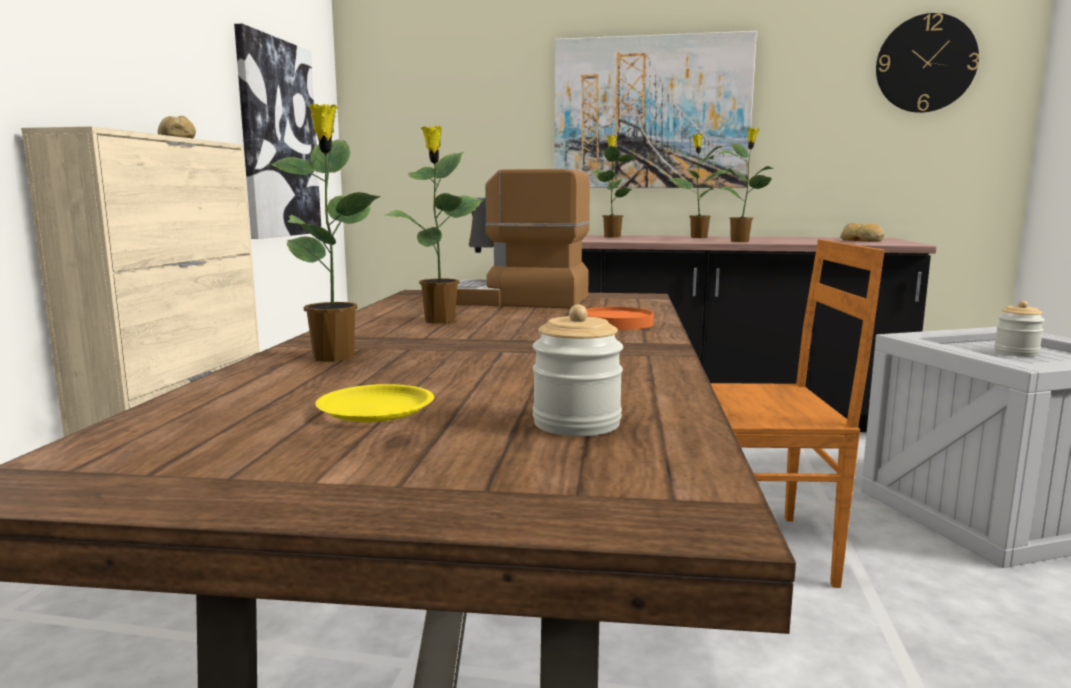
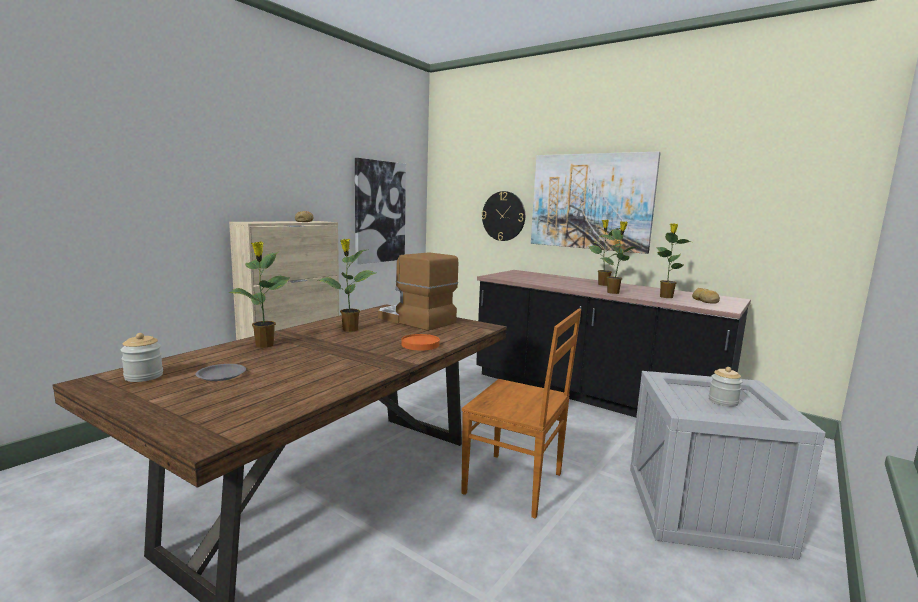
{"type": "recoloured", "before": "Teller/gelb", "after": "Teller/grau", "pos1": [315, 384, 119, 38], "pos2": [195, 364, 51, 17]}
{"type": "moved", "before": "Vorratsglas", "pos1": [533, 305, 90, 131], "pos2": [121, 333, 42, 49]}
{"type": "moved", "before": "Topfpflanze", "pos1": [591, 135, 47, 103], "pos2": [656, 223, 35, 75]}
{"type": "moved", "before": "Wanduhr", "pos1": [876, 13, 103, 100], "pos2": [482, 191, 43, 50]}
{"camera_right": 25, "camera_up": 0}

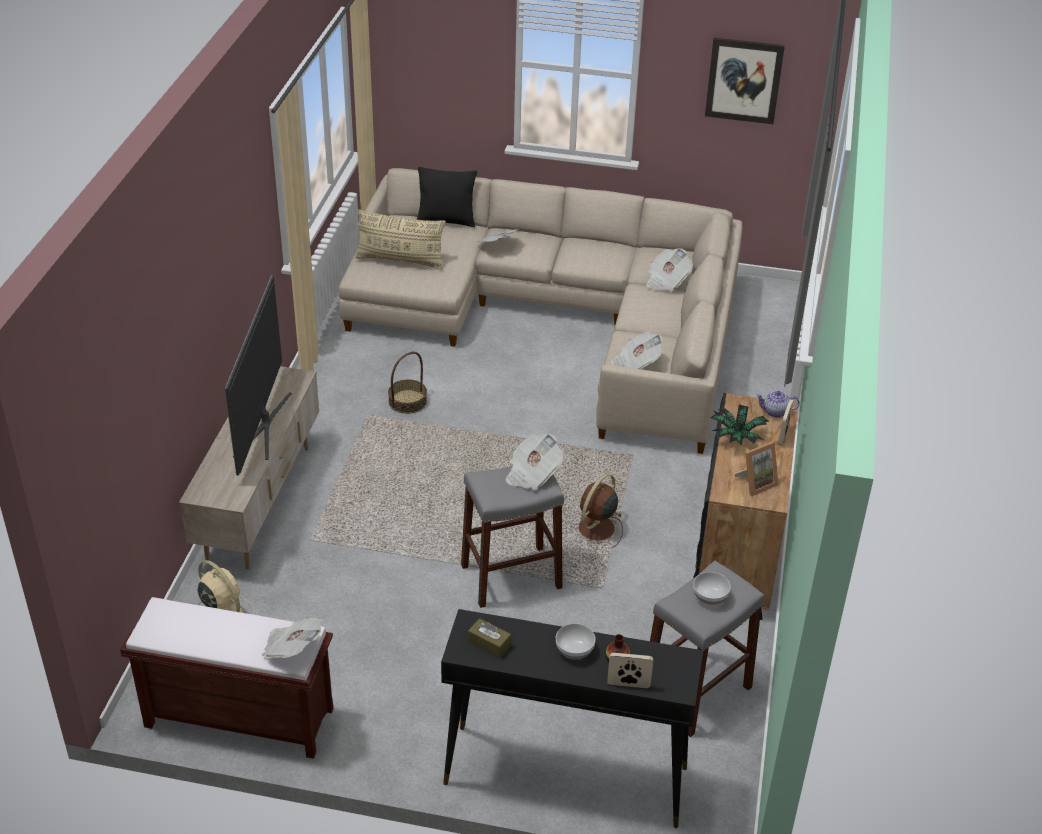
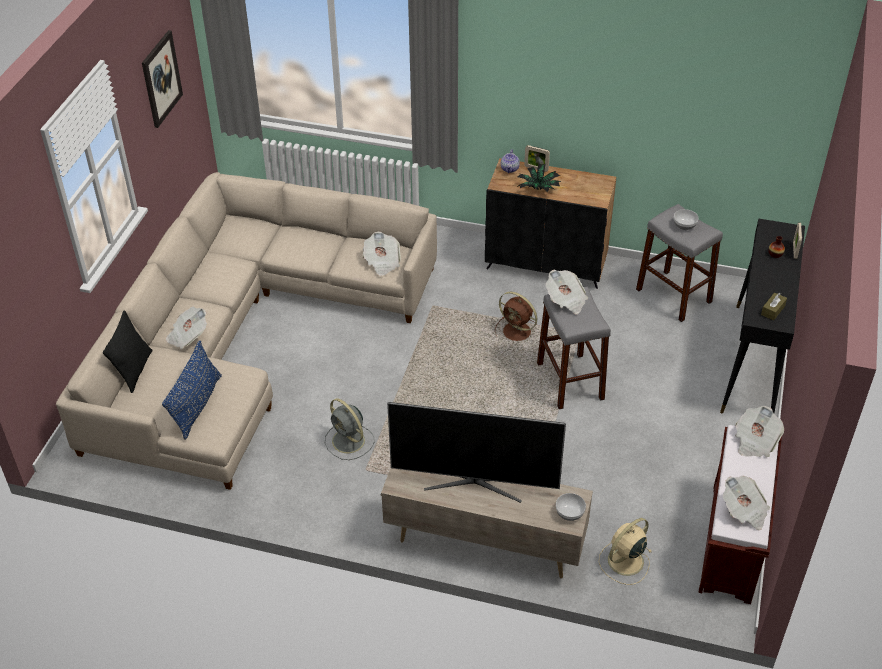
{"type": "recoloured", "before": "Kissen/beige", "after": "Kissen/blau", "pos1": [355, 210, 91, 60], "pos2": [162, 340, 60, 100]}
{"type": "replaced", "before": "Korb", "after": "Ventilator/grau", "pos1": [388, 352, 39, 62], "pos2": [325, 398, 49, 62]}
{"type": "moved", "before": "Schüssel", "pos1": [556, 624, 40, 36], "pos2": [556, 493, 30, 28]}
{"type": "moved", "before": "Zeitung", "pos1": [646, 248, 47, 44], "pos2": [723, 476, 47, 54]}
{"type": "removed", "before": "Bilderrahmen", "pos1": [735, 441, 44, 55]}
{"camera_right": -85, "camera_up": 5}

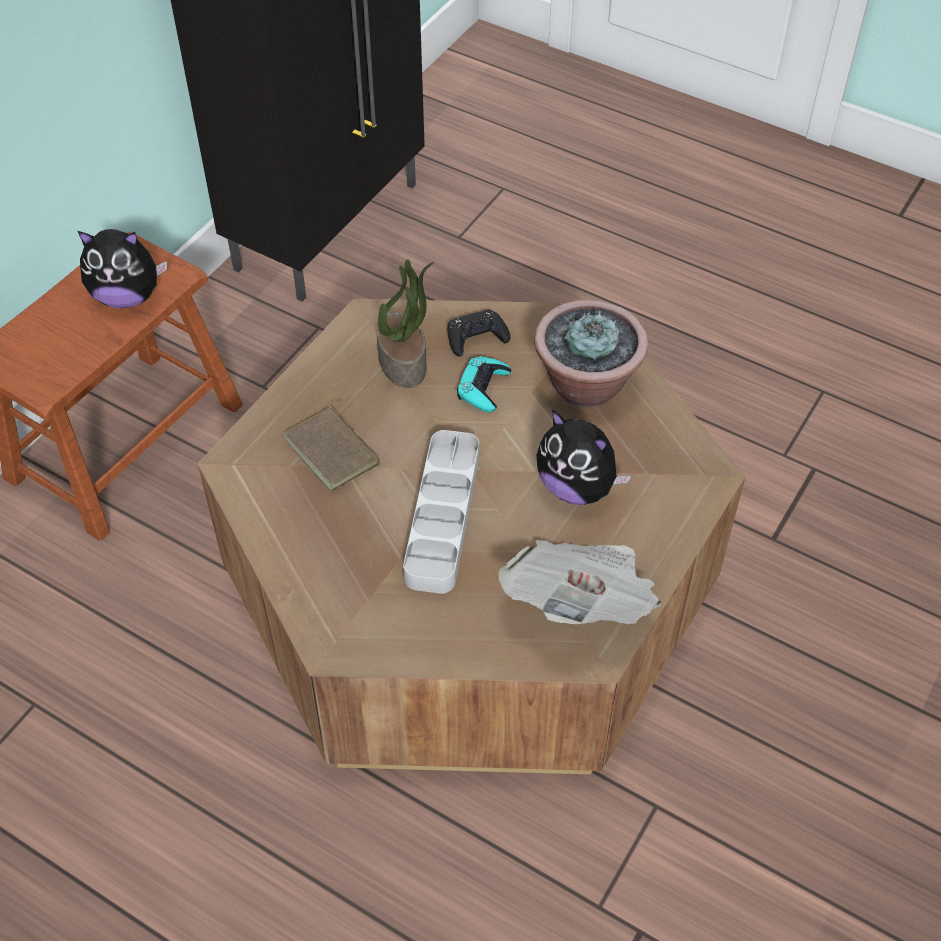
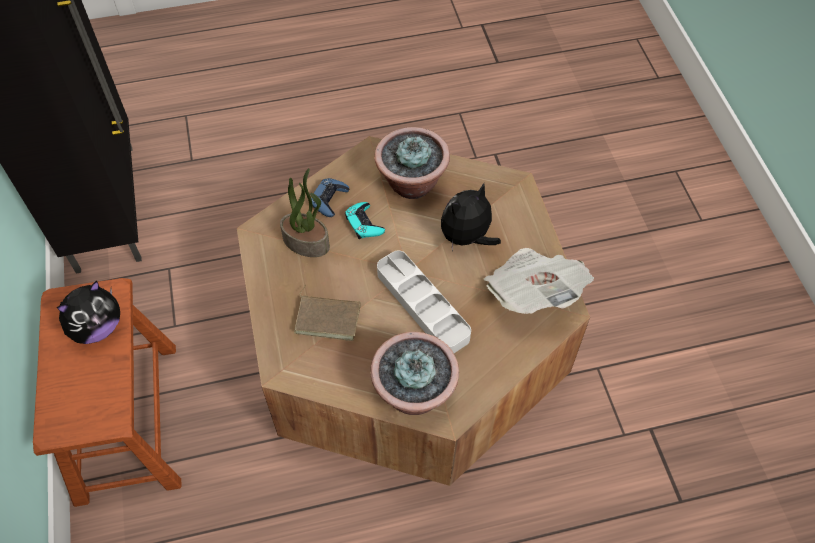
{"type": "recoloured", "before": "Gamepad/schwarz", "after": "Gamepad/blau", "pos1": [447, 310, 64, 47], "pos2": [311, 178, 38, 39]}
{"type": "turned", "before": "Plüschtier", "pos1": [536, 410, 95, 95], "pos2": [441, 183, 60, 68], "turn": 150}
{"type": "added", "after": "Topfpflanze", "pos2": [370, 332, 89, 83]}
{"camera_right": -45, "camera_up": 5}

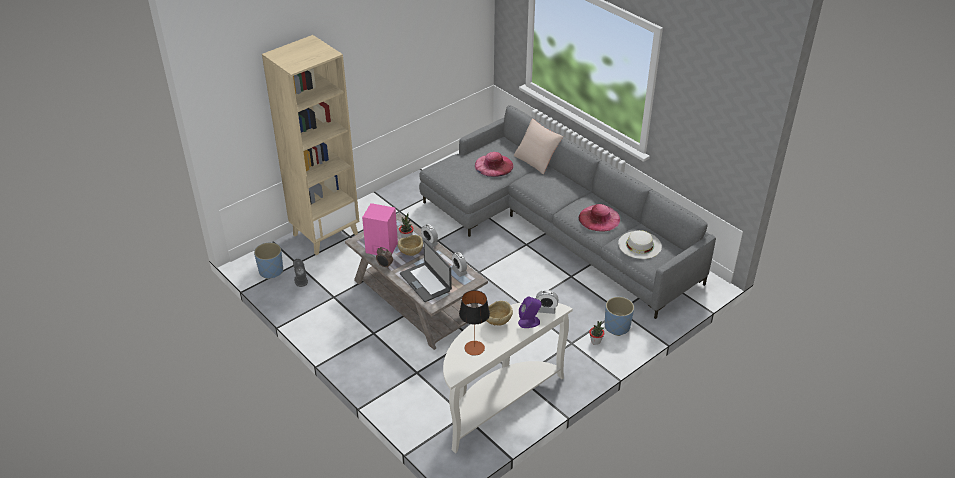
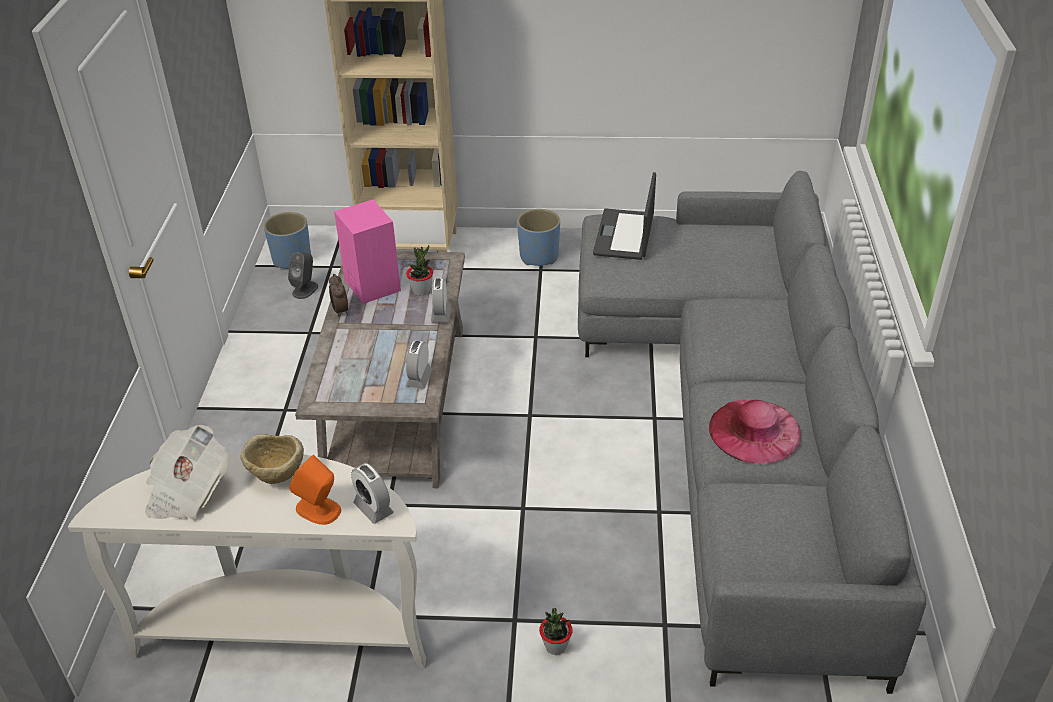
{"type": "removed", "before": "Schüssel/beige", "pos1": [398, 235, 25, 21]}
{"type": "moved", "before": "Laptop", "pos1": [400, 240, 52, 62], "pos2": [593, 172, 63, 88]}
{"type": "replaced", "before": "Tischlampe", "after": "Zeitung", "pos1": [459, 290, 31, 66], "pos2": [145, 425, 83, 94]}
{"type": "removed", "before": "Hut/rosa", "pos1": [475, 152, 39, 25]}
{"type": "removed", "before": "Kissen/beige", "pos1": [514, 119, 49, 55]}
{"type": "recoloured", "before": "Lautsprecher/lila", "after": "Lautsprecher/orange", "pos1": [518, 297, 24, 31], "pos2": [289, 455, 52, 70]}
{"type": "moved", "before": "Pflanzkübel/blau", "pos1": [605, 297, 29, 39], "pos2": [517, 209, 43, 57]}
{"type": "removed", "before": "Hut/weiß", "pos1": [618, 230, 44, 29]}
{"camera_right": 45, "camera_up": 0}

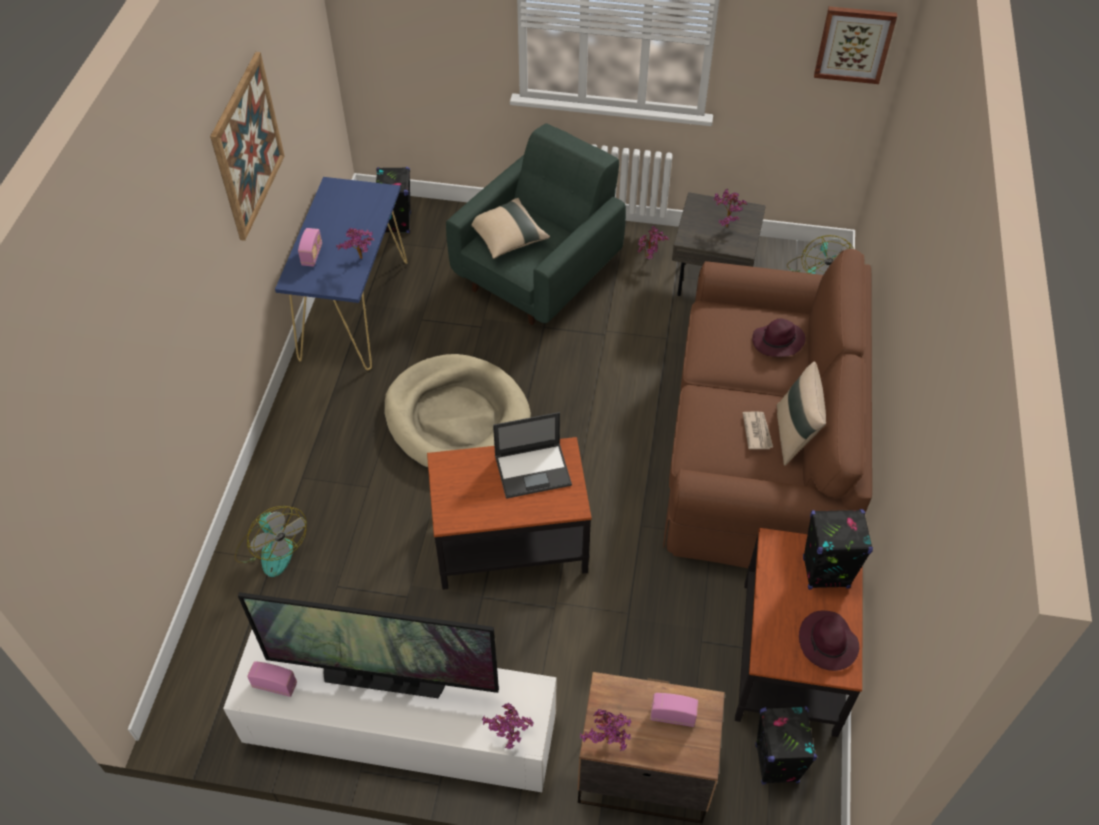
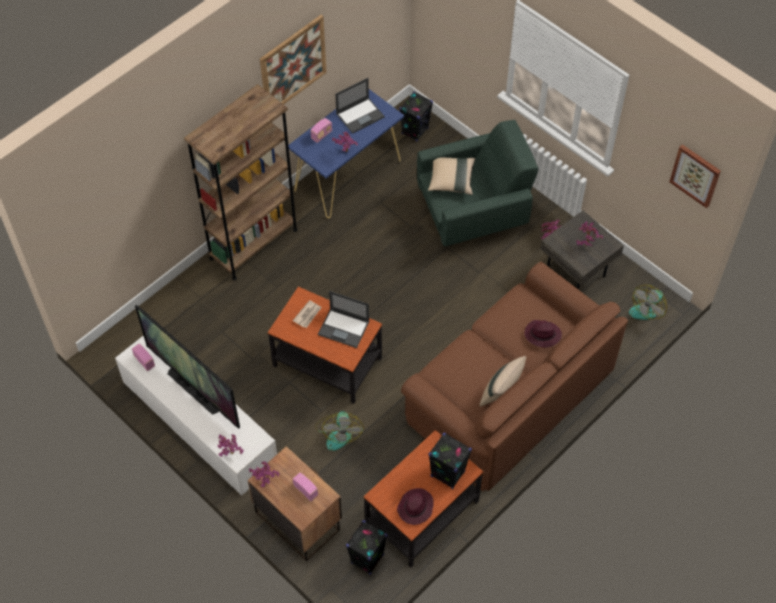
{"type": "moved", "before": "Ventilator", "pos1": [234, 506, 72, 71], "pos2": [315, 411, 49, 40]}
{"type": "removed", "before": "Hundebett/beige", "pos1": [384, 354, 147, 114]}
{"type": "moved", "before": "Zeitung", "pos1": [743, 412, 30, 37], "pos2": [293, 300, 29, 28]}
{"type": "added", "after": "Bücherregal/braun", "pos2": [184, 84, 114, 196]}
{"type": "added", "after": "Laptop", "pos2": [335, 78, 50, 56]}
{"camera_right": 35, "camera_up": 5}

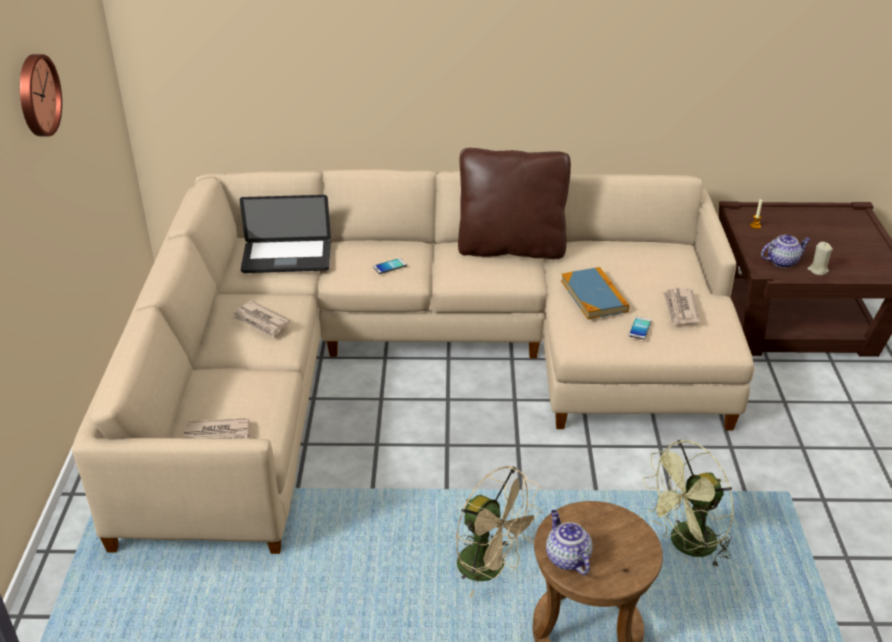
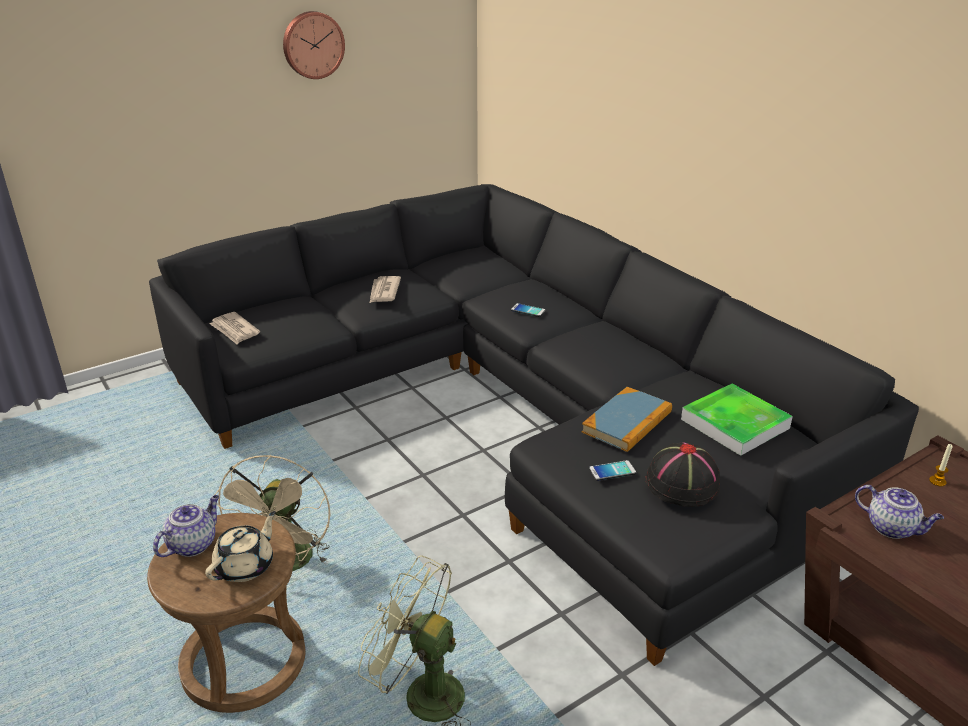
{"type": "recoloured", "before": "Sofa/beige", "after": "Sofa/schwarz", "pos1": [72, 169, 682, 385], "pos2": [149, 184, 770, 482]}
{"type": "removed", "before": "Laptop", "pos1": [240, 195, 91, 78]}
{"type": "removed", "before": "Kissen/braun", "pos1": [458, 148, 113, 111]}
{"type": "replaced", "before": "Zeitung", "after": "Hut/schwarz", "pos1": [663, 288, 37, 36], "pos2": [646, 443, 74, 64]}
{"type": "removed", "before": "Kerze/beige", "pos1": [807, 242, 26, 33]}
{"type": "added", "after": "Teekanne/beige", "pos2": [205, 511, 71, 71]}
{"type": "added", "after": "Tablett", "pos2": [681, 384, 112, 72]}
{"camera_right": 55, "camera_up": -5}

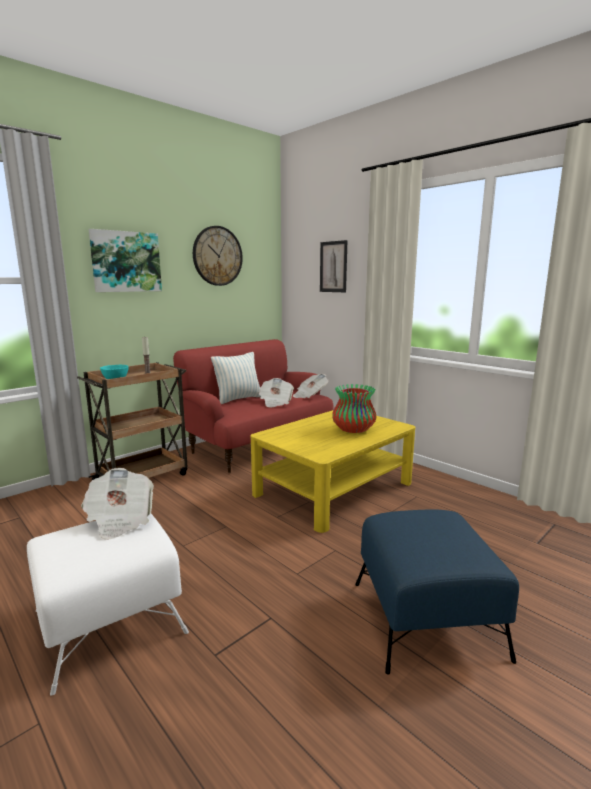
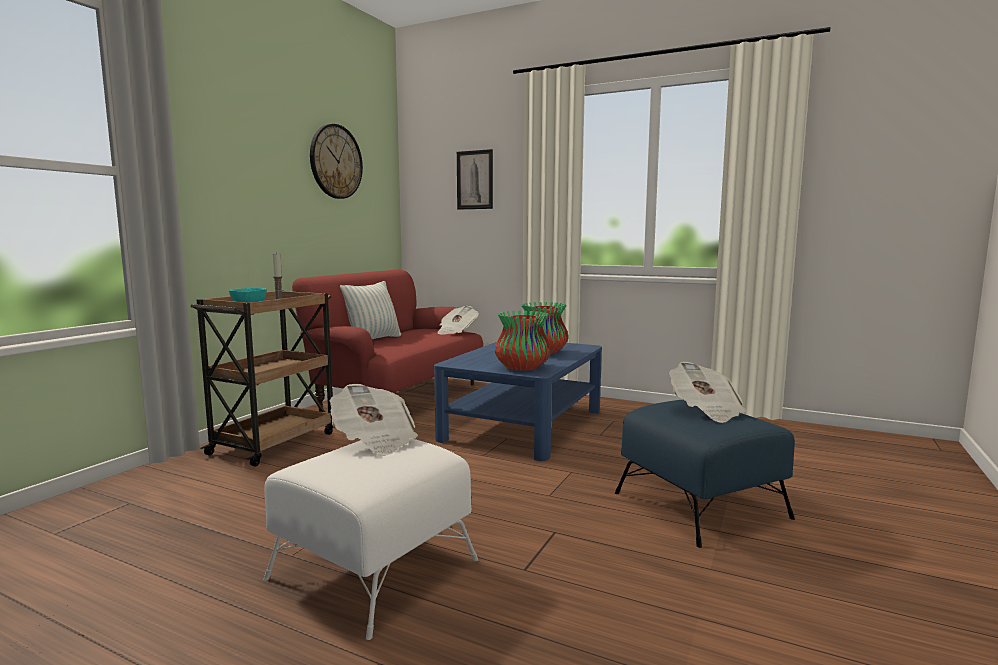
{"type": "removed", "before": "Bild", "pos1": [89, 229, 73, 63]}
{"type": "recoloured", "before": "Couchtisch/gelb", "after": "Couchtisch/blau", "pos1": [250, 410, 165, 123], "pos2": [434, 342, 168, 119]}
{"type": "moved", "before": "Zeitung", "pos1": [258, 378, 36, 29], "pos2": [669, 362, 77, 61]}
{"type": "added", "after": "Vase", "pos2": [495, 311, 56, 60]}
{"camera_right": -20, "camera_up": -5}

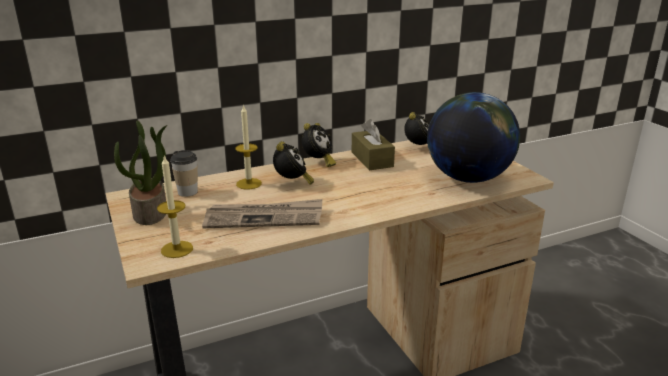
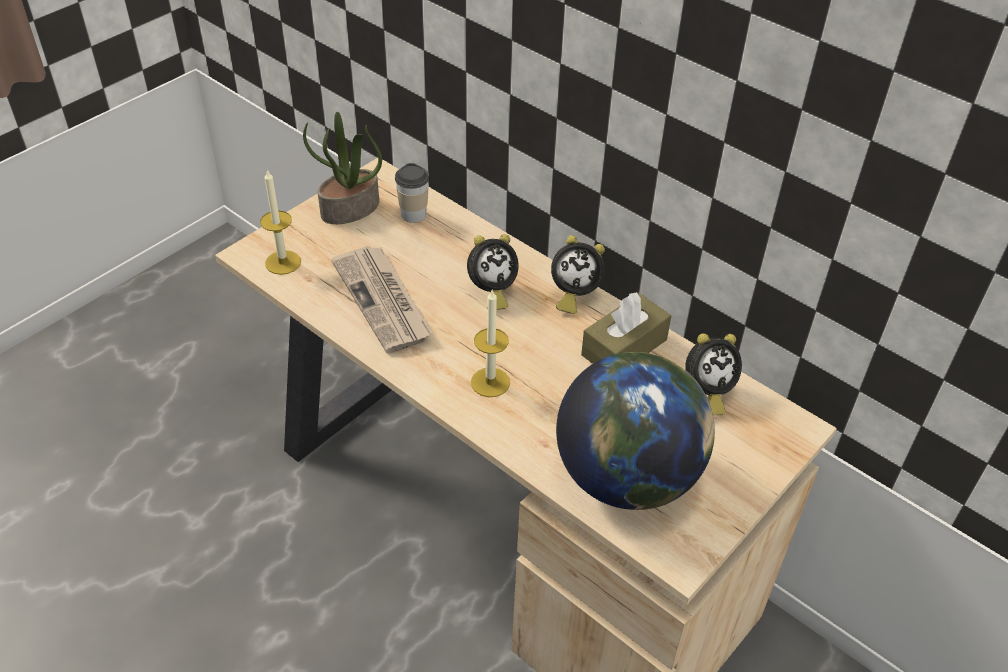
{"type": "moved", "before": "Kerze", "pos1": [235, 104, 27, 86], "pos2": [471, 289, 39, 108]}
{"camera_right": 65, "camera_up": 20}

